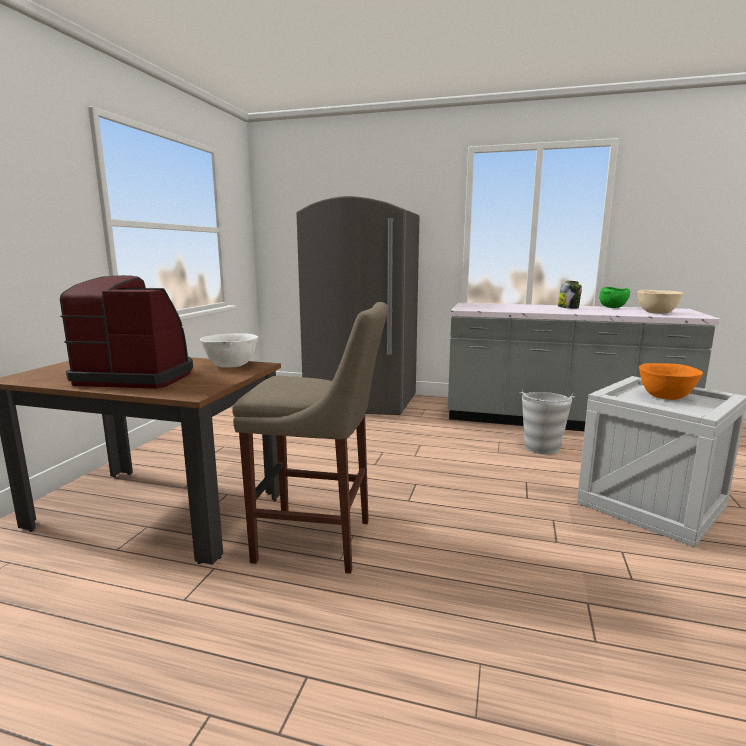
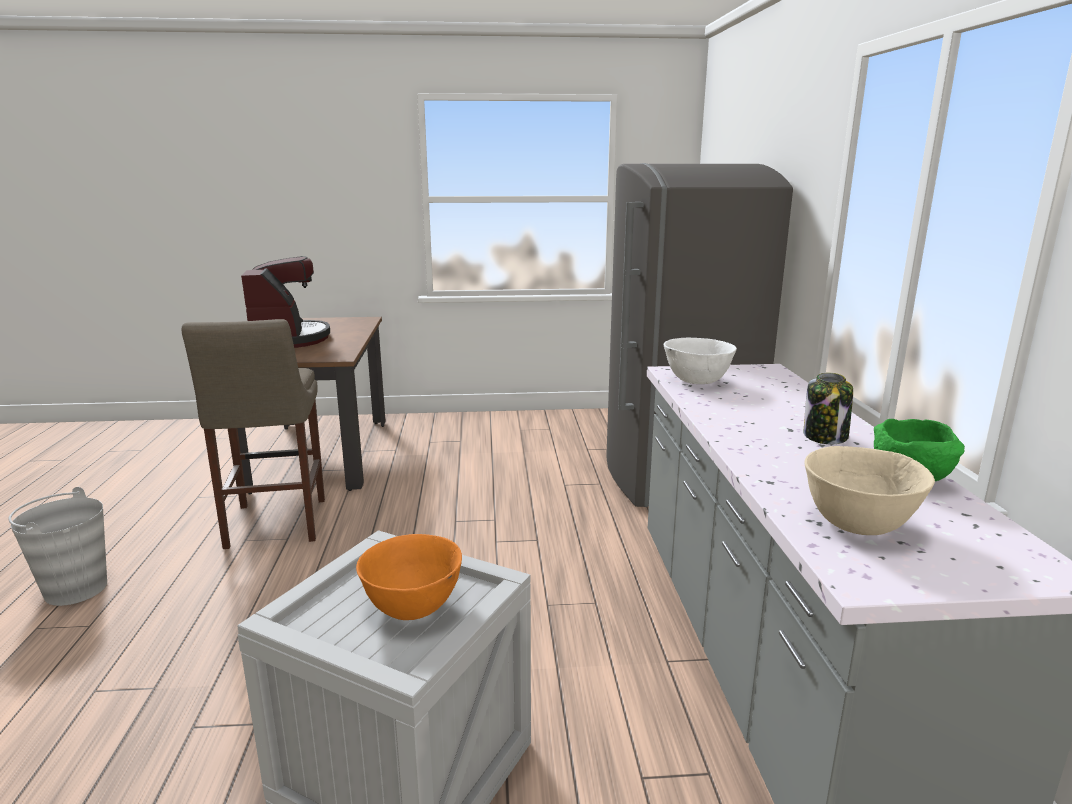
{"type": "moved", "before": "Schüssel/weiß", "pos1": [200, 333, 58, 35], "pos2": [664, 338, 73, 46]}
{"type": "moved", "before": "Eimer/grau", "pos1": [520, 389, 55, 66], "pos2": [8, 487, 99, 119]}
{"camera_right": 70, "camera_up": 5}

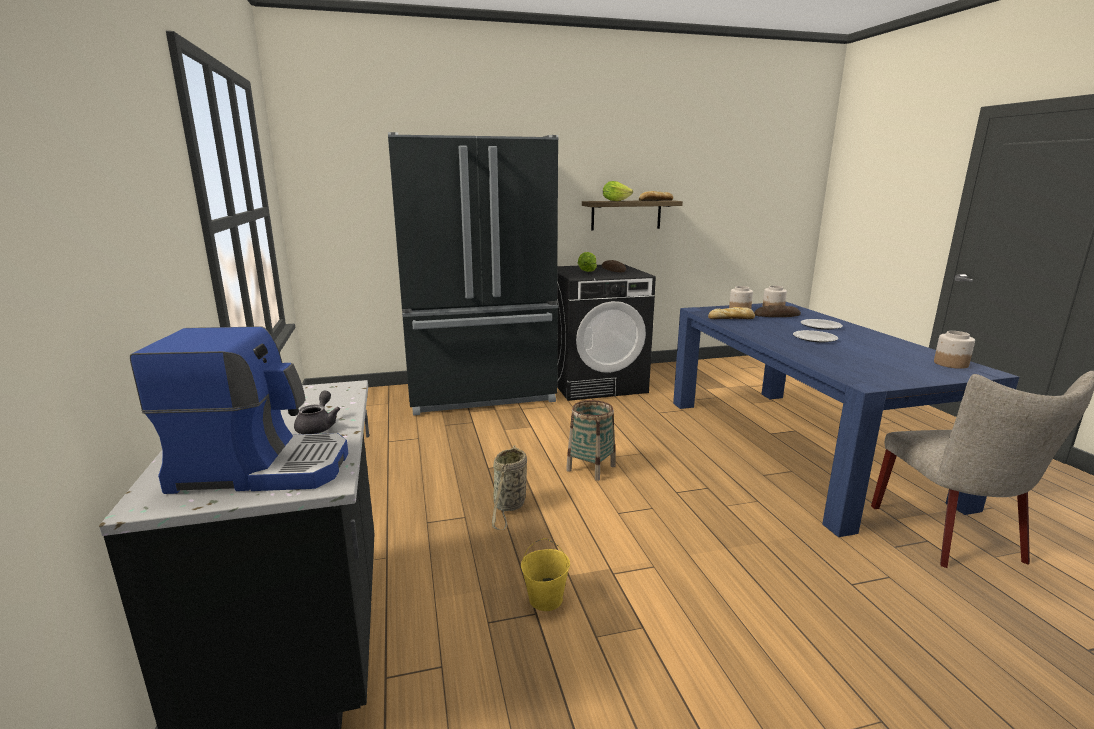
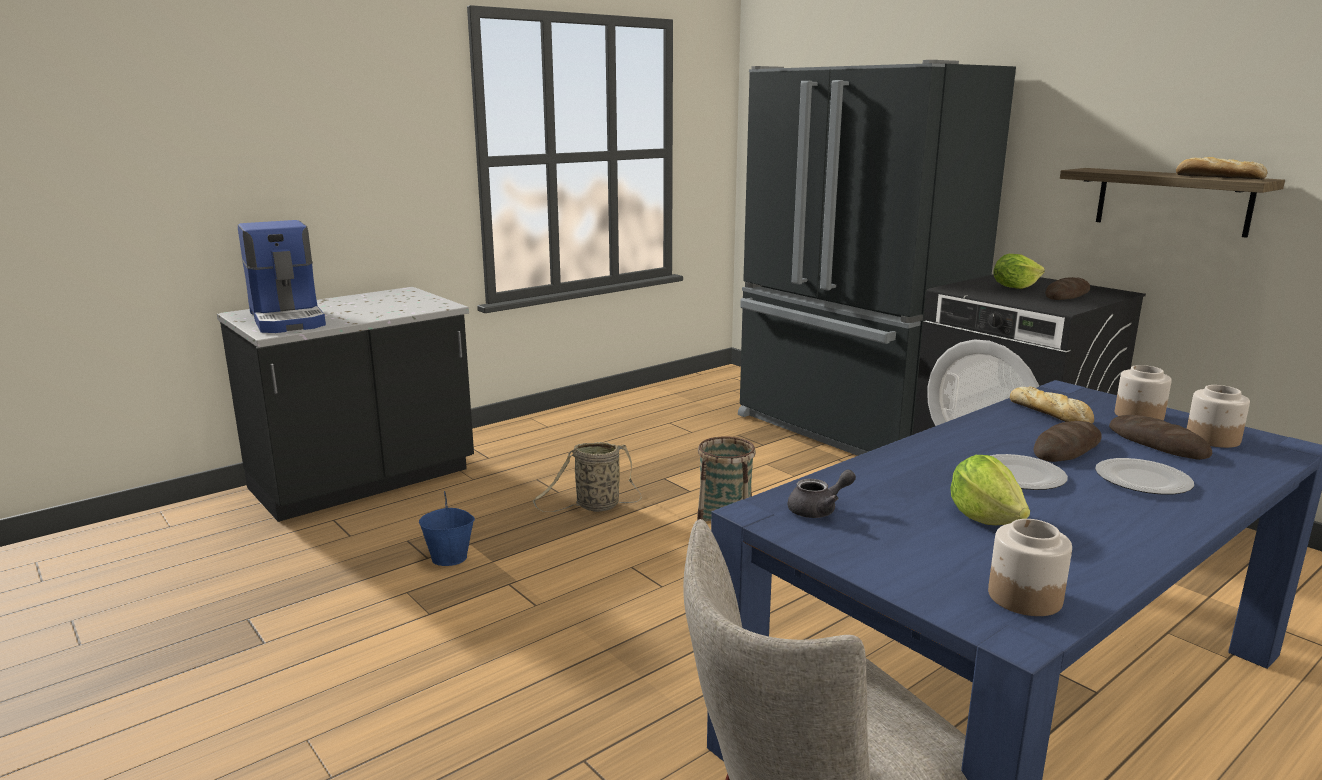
{"type": "moved", "before": "Teekanne/grau", "pos1": [294, 391, 46, 43], "pos2": [787, 469, 69, 49]}
{"type": "recoloured", "before": "Eimer/gelb", "after": "Eimer/blau", "pos1": [521, 538, 49, 73], "pos2": [419, 491, 56, 75]}
{"type": "moved", "before": "Salatkopf", "pos1": [603, 181, 30, 20], "pos2": [950, 455, 80, 70]}
{"type": "added", "after": "Brot", "pos2": [1034, 421, 68, 41]}
{"camera_right": 65, "camera_up": 0}

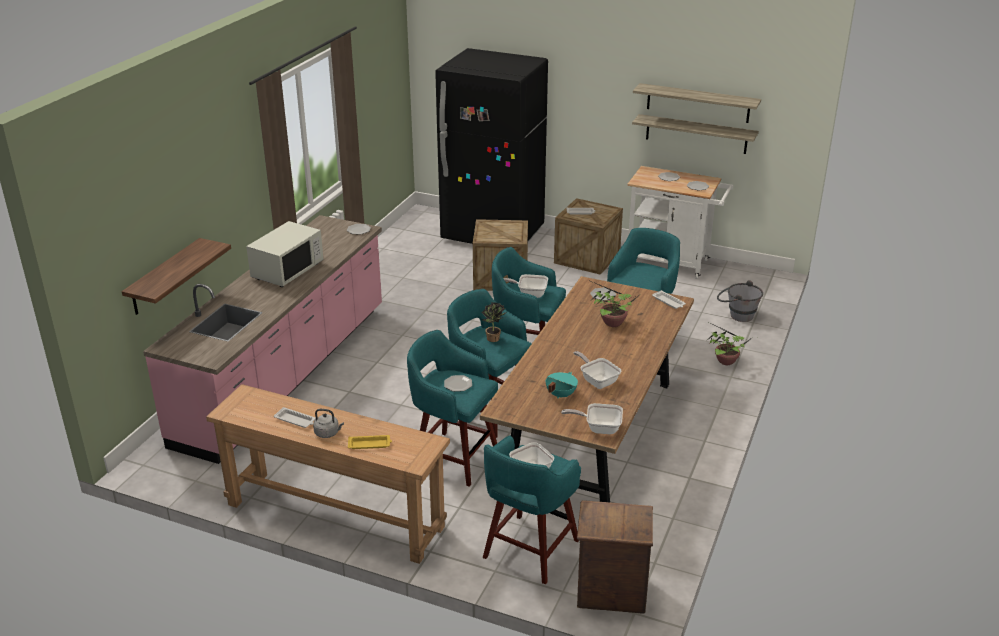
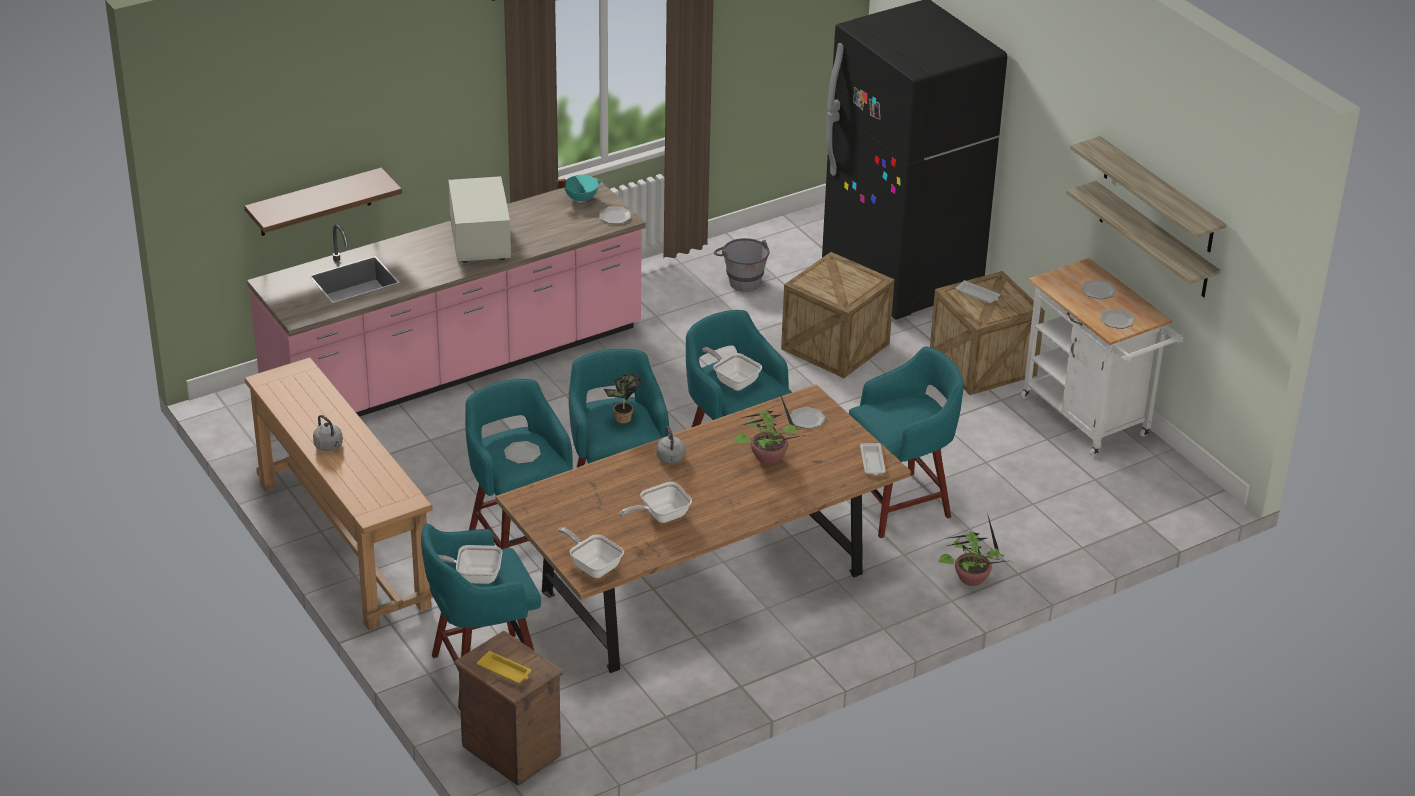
{"type": "turned", "before": "Mikrowelle/weiß", "pos1": [246, 221, 78, 66], "pos2": [448, 176, 63, 87], "turn": -75}
{"type": "removed", "before": "Tablett/weiß", "pos1": [274, 407, 42, 21]}
{"type": "moved", "before": "Tablett/gelb", "pos1": [348, 435, 44, 14], "pos2": [477, 651, 54, 32]}
{"type": "moved", "before": "Kochtopf/türkis", "pos1": [546, 372, 32, 27], "pos2": [557, 175, 45, 28]}
{"type": "turned", "before": "Pfanne", "pos1": [574, 351, 47, 38], "pos2": [619, 482, 73, 41], "turn": -120}
{"type": "moved", "before": "Eimer/grau", "pos1": [717, 280, 46, 42], "pos2": [714, 238, 56, 54]}
{"type": "added", "after": "Wasserkessel/grau", "pos2": [656, 426, 29, 38]}
{"camera_right": 35, "camera_up": 5}

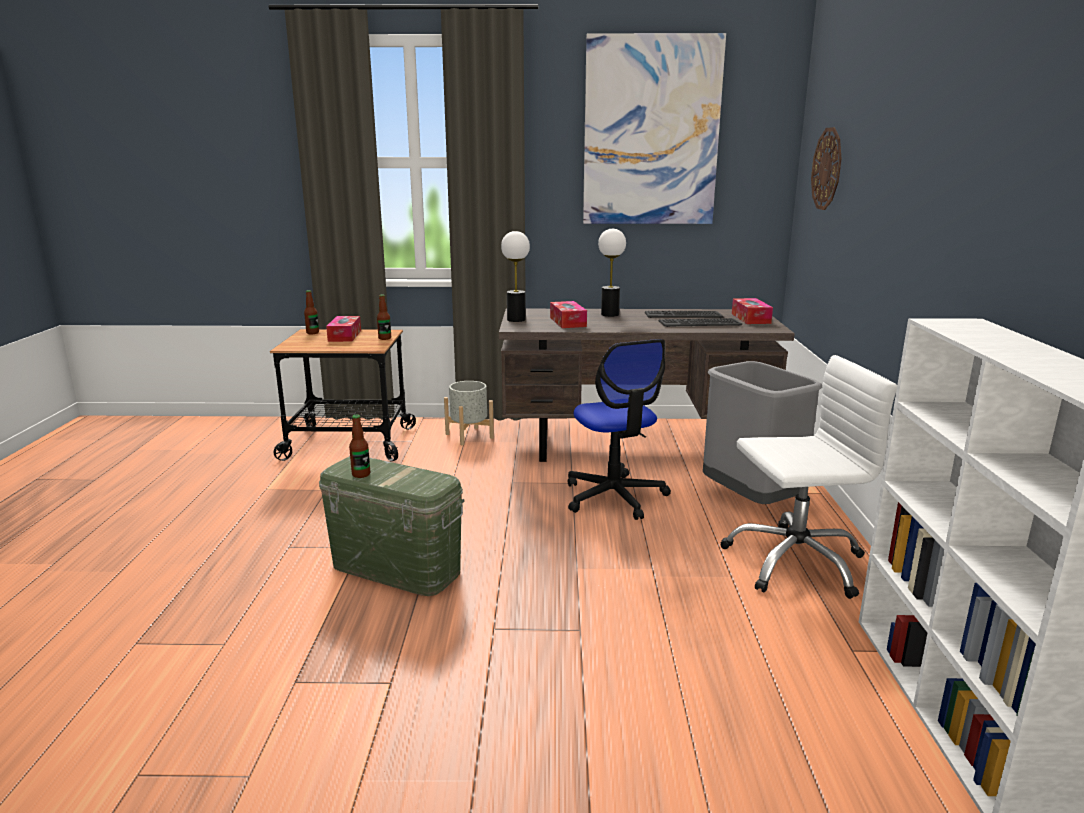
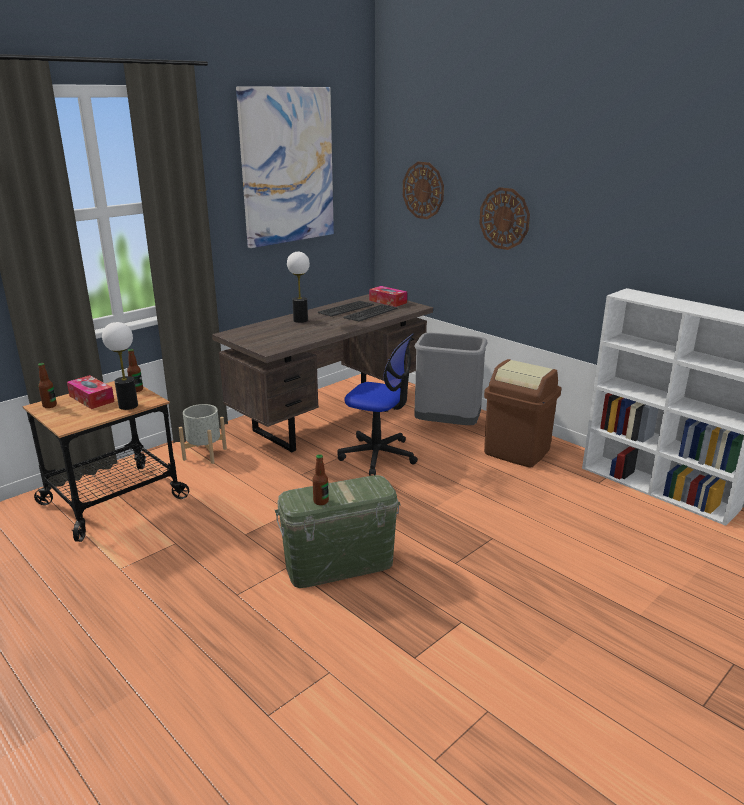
{"type": "moved", "before": "Tischlampe", "pos1": [501, 231, 29, 91], "pos2": [102, 322, 36, 88]}
{"type": "removed", "before": "Taschentuchbox", "pos1": [550, 301, 37, 27]}
{"type": "replaced", "before": "Bürostuhl/weiß", "after": "Mülleimer/braun", "pos1": [720, 355, 177, 244], "pos2": [484, 359, 77, 109]}
{"type": "added", "after": "Wanduhr", "pos2": [479, 187, 51, 63]}
{"camera_right": -45, "camera_up": 5}

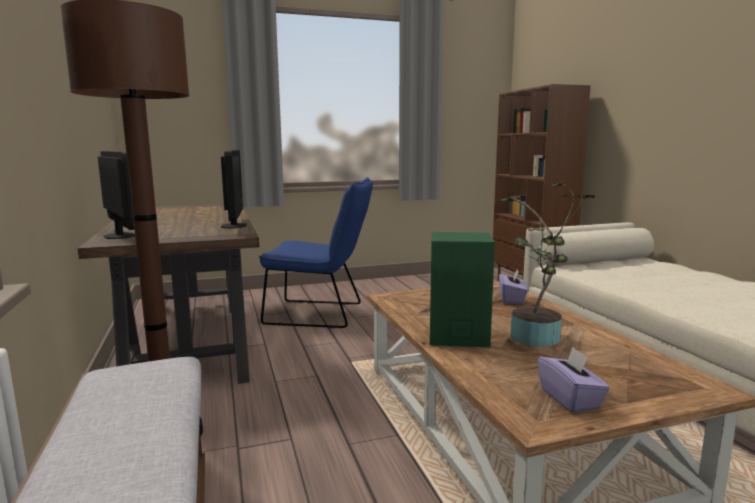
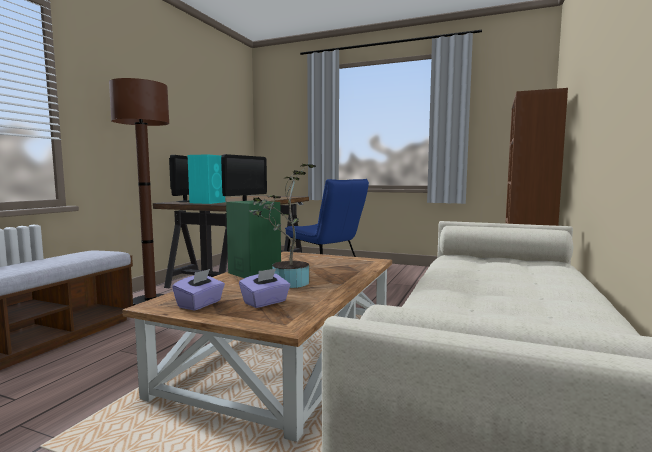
{"type": "moved", "before": "Taschentuchbox/lila", "pos1": [499, 268, 29, 36], "pos2": [239, 268, 51, 40]}
{"type": "added", "after": "Lautsprecher/türkis", "pos2": [188, 154, 37, 50]}
{"camera_right": 40, "camera_up": -5}

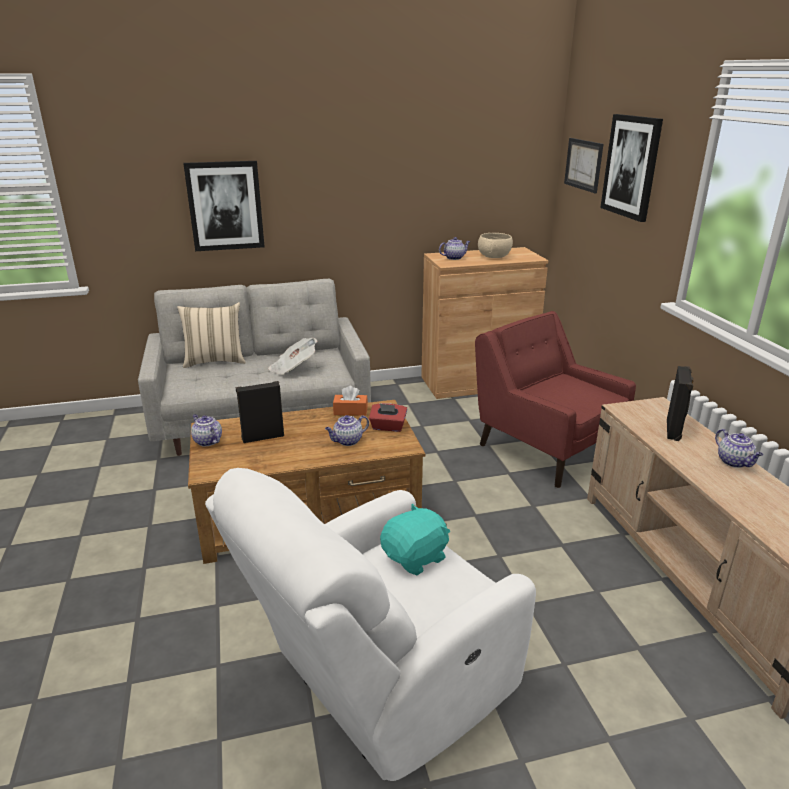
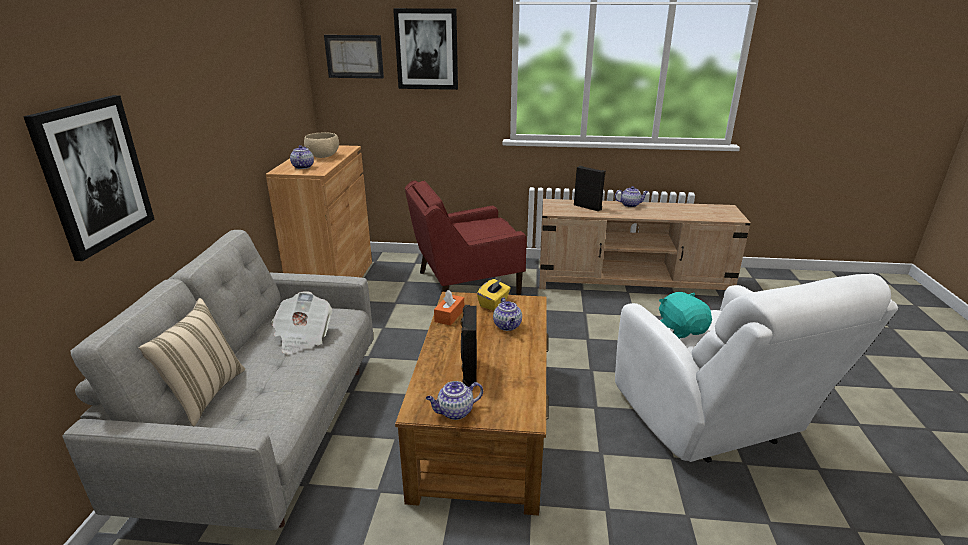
{"type": "recoloured", "before": "Taschentuchbox/rot", "after": "Taschentuchbox/gelb", "pos1": [369, 403, 38, 29], "pos2": [477, 279, 34, 31]}
{"camera_right": -70, "camera_up": 0}

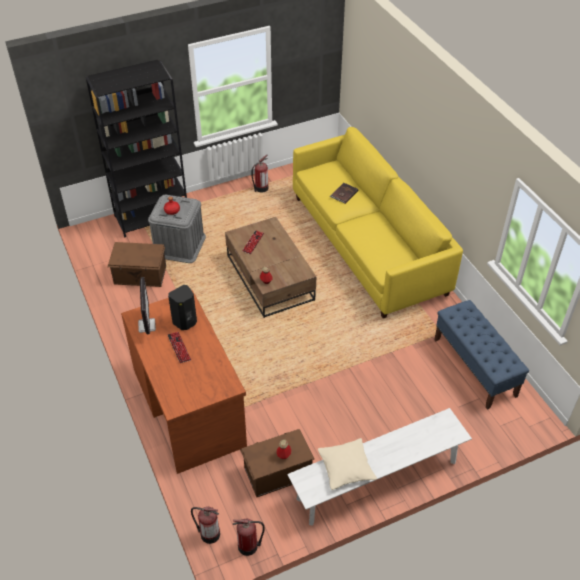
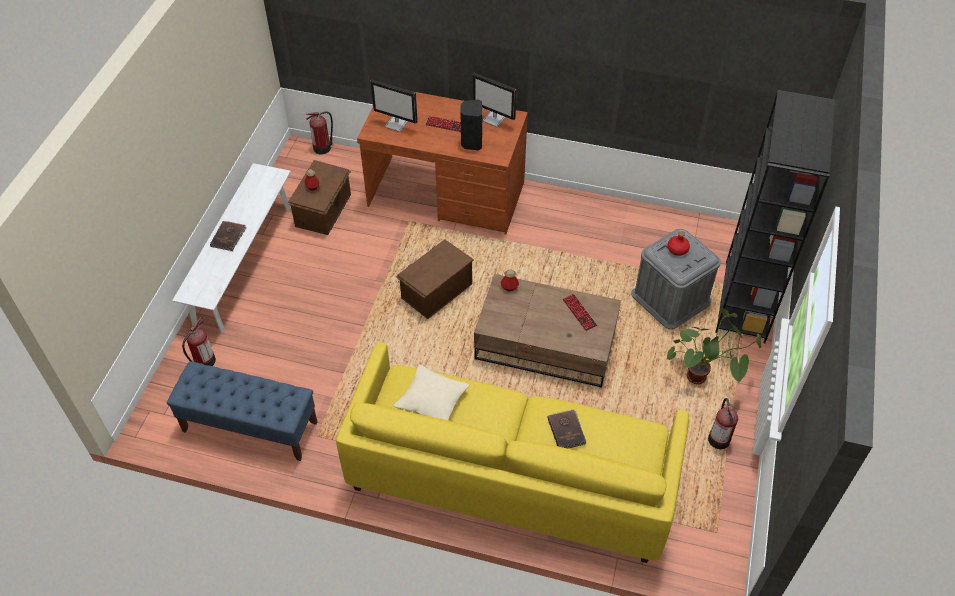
{"type": "moved", "before": "Aufbewahrungsbox/braun", "pos1": [107, 242, 59, 45], "pos2": [396, 239, 78, 80]}
{"type": "moved", "before": "Feuerlöscher", "pos1": [233, 519, 32, 37], "pos2": [182, 317, 34, 49]}
{"type": "moved", "before": "Kissen/beige", "pos1": [318, 438, 59, 52], "pos2": [393, 365, 76, 56]}
{"type": "added", "after": "Buch/braun", "pos2": [210, 221, 37, 30]}
{"type": "added", "after": "Monitor", "pos2": [370, 80, 48, 52]}
{"type": "added", "after": "Topfpflanze", "pos2": [666, 308, 96, 77]}
{"camera_right": 130, "camera_up": 5}

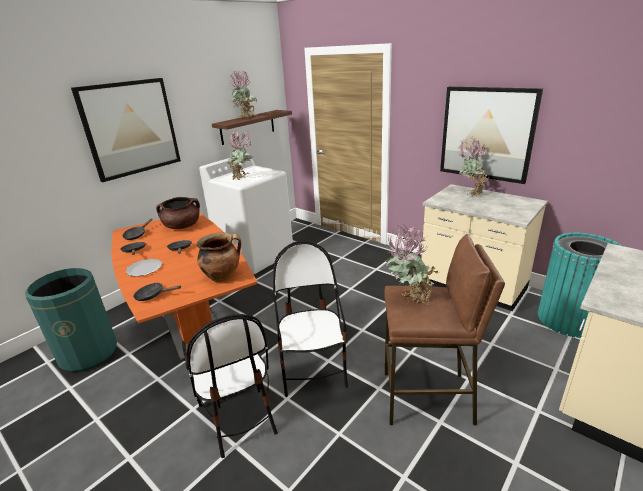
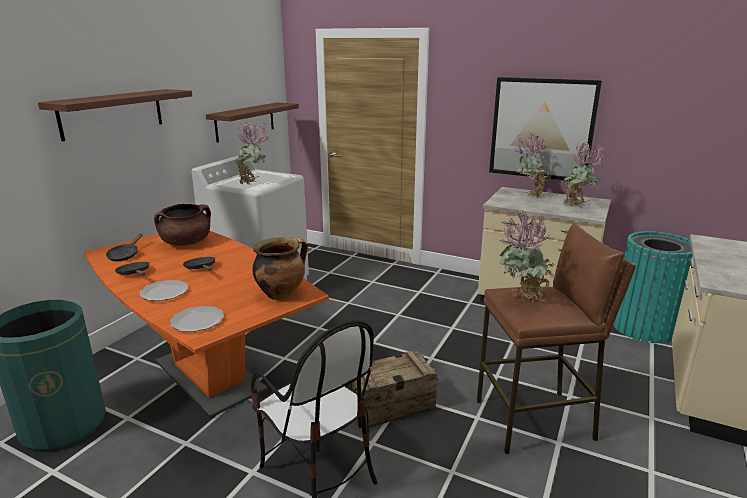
{"type": "replaced", "before": "Bild", "after": "Wandregal/braun", "pos1": [71, 78, 110, 104], "pos2": [38, 89, 154, 53]}
{"type": "replaced", "before": "Pfanne/schwarz", "after": "Teller", "pos1": [133, 283, 48, 18], "pos2": [170, 306, 54, 26]}
{"type": "moved", "before": "Topfpflanze", "pos1": [229, 70, 28, 48], "pos2": [562, 141, 43, 66]}
{"type": "replaced", "before": "Stuhl", "after": "Kiste", "pos1": [273, 241, 75, 156], "pos2": [347, 351, 91, 77]}
{"camera_right": -15, "camera_up": -5}

